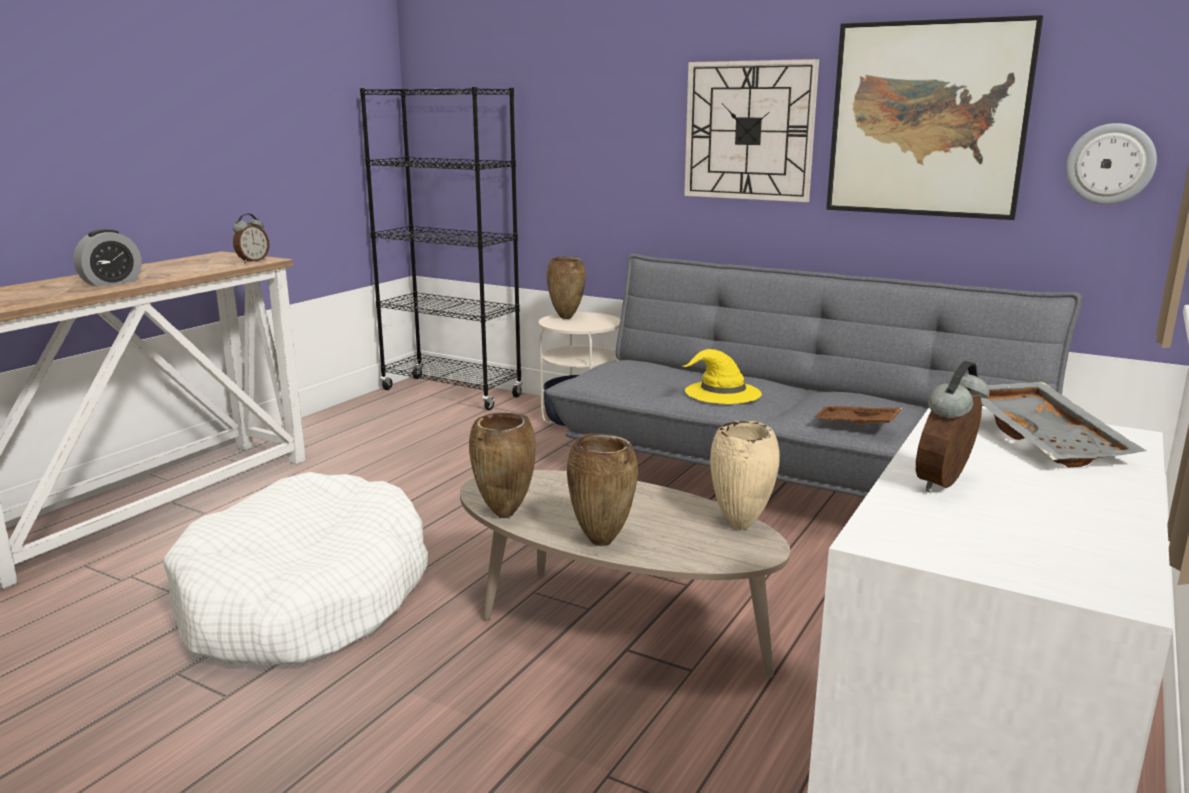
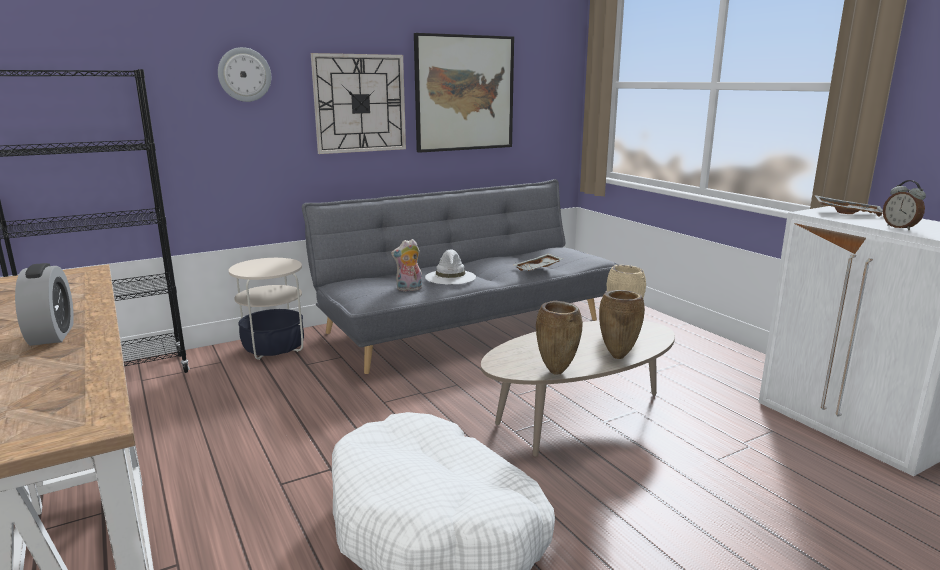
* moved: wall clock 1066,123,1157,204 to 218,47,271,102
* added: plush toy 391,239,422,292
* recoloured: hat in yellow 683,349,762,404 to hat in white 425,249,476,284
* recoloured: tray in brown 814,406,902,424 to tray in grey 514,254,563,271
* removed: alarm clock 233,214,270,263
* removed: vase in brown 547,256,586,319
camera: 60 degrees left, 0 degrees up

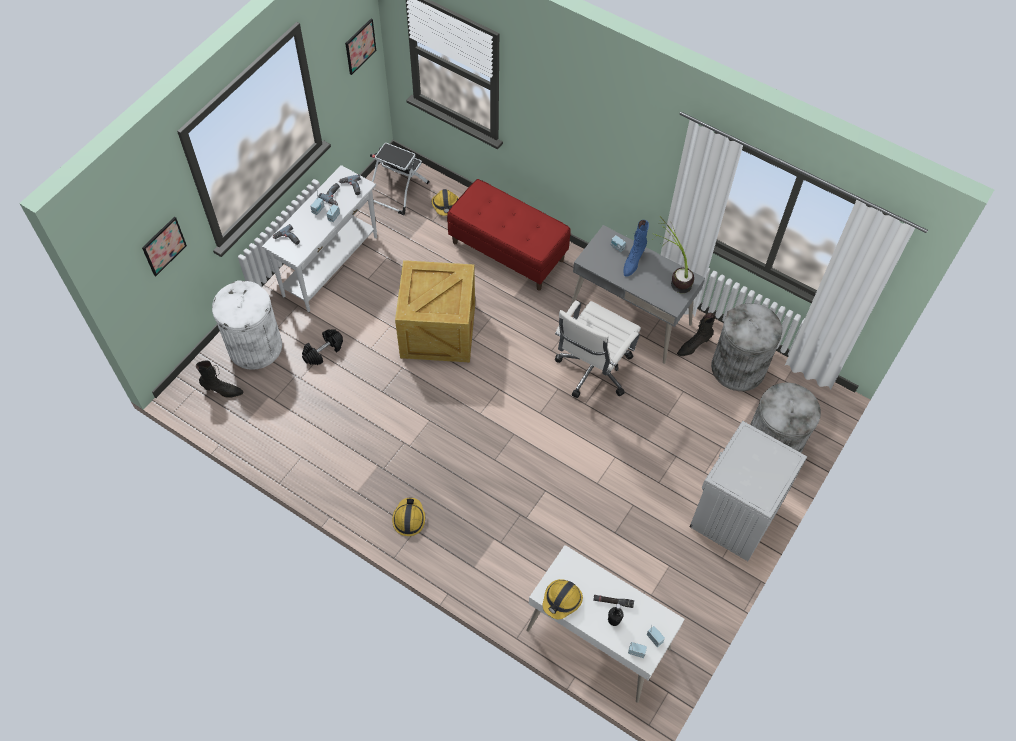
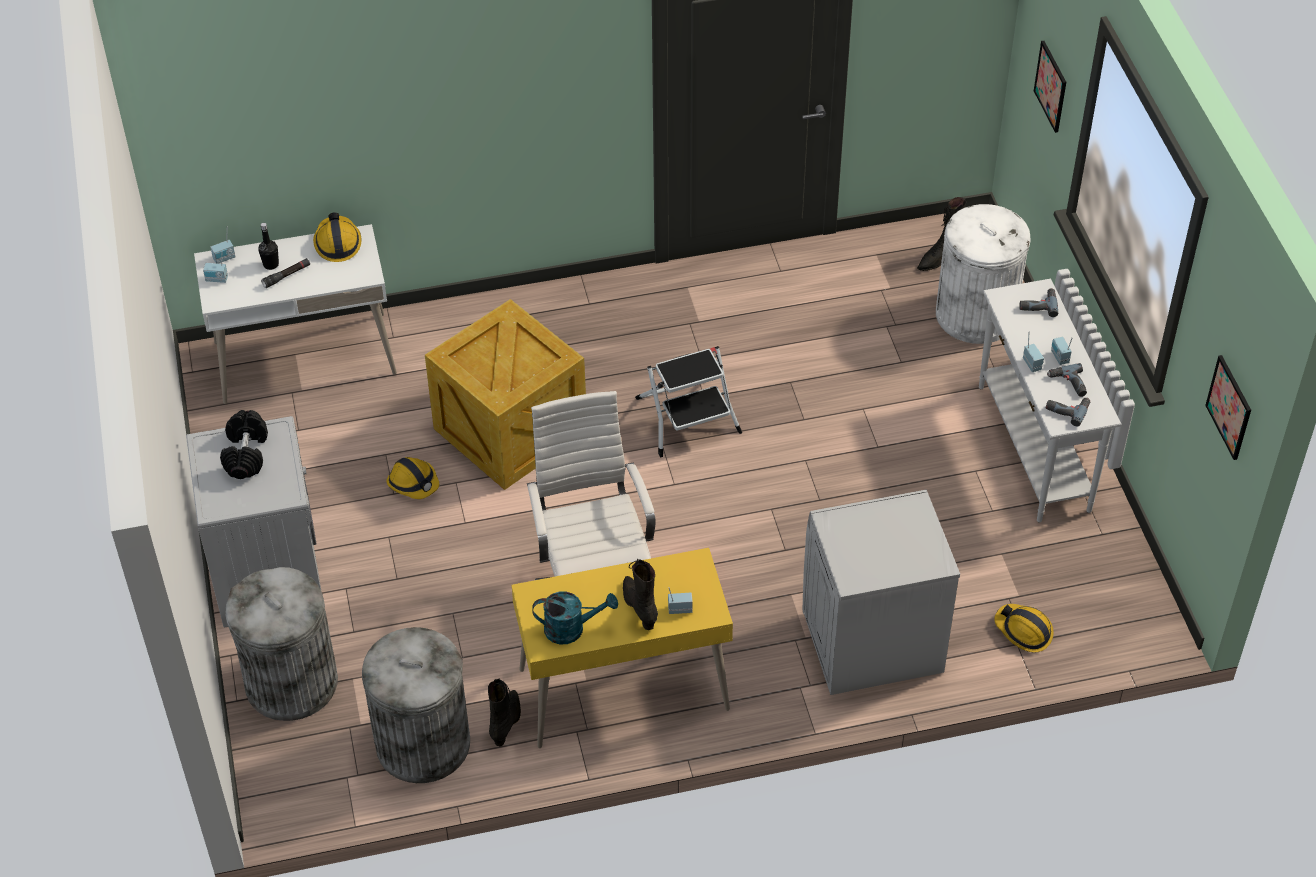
* moved: dumbbell in black 302,329,343,365 to 220,410,268,479
* moved: hard hat 392,498,425,536 to 386,457,439,499
* moved: crate 395,260,475,362 to 425,299,586,490
* recoloured: desk in grey 570,225,705,364 to desk in yellow 511,548,733,748
* replaced: potted plant 654,216,694,293 to watering can in turquoise 532,592,618,644
* recoloured: boot in blue 624,220,649,277 to boot in black 623,559,658,630
* moved: step ladder 370,143,430,215 to 635,346,742,457
* replaced: bench in red 447,179,571,290 to washing machine in white 803,490,960,695
camera: 135 degrees right, 10 degrees down

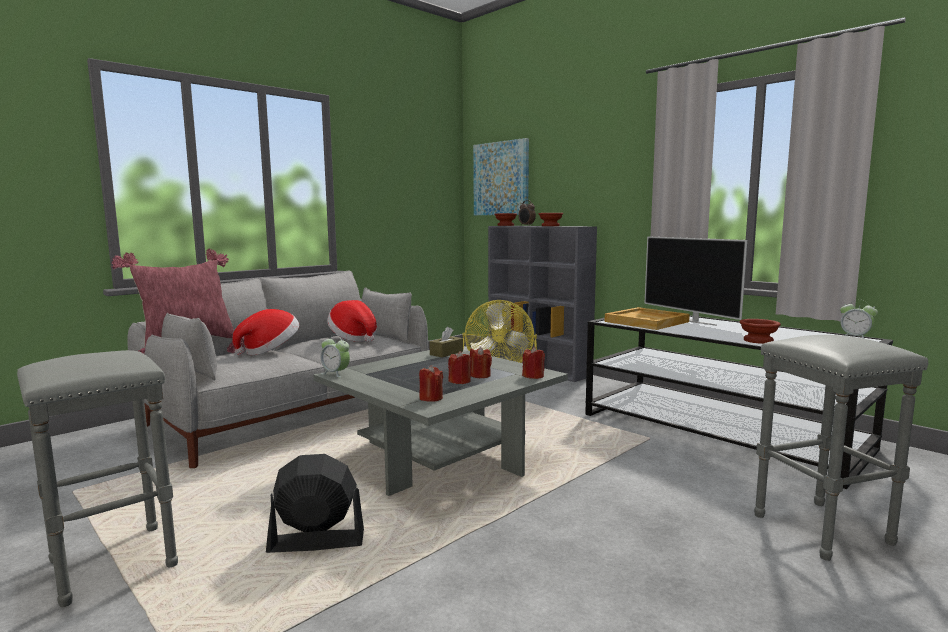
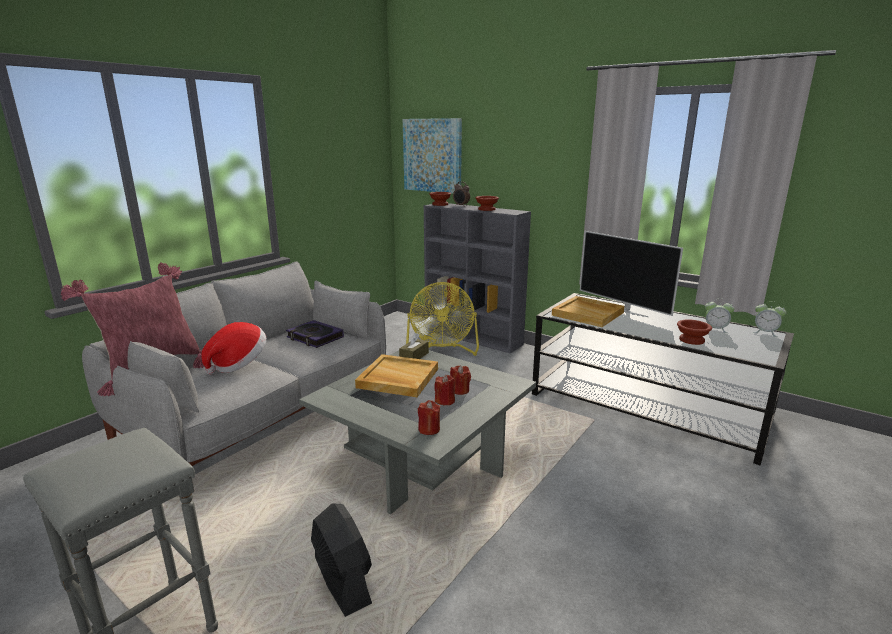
* replaced: hat 327,300,377,342 to book 286,320,344,348
* turned: fan in black 266,454,364,553 = 311,503,372,617 75 degrees clockwise
* added: tray in beige 355,354,438,397
* moved: alarm clock 320,334,350,378 to 705,298,734,333
* removed: candle in red 522,347,545,379
* removed: stool in grey 754,335,928,561
camera: 10 degrees left, 10 degrees up

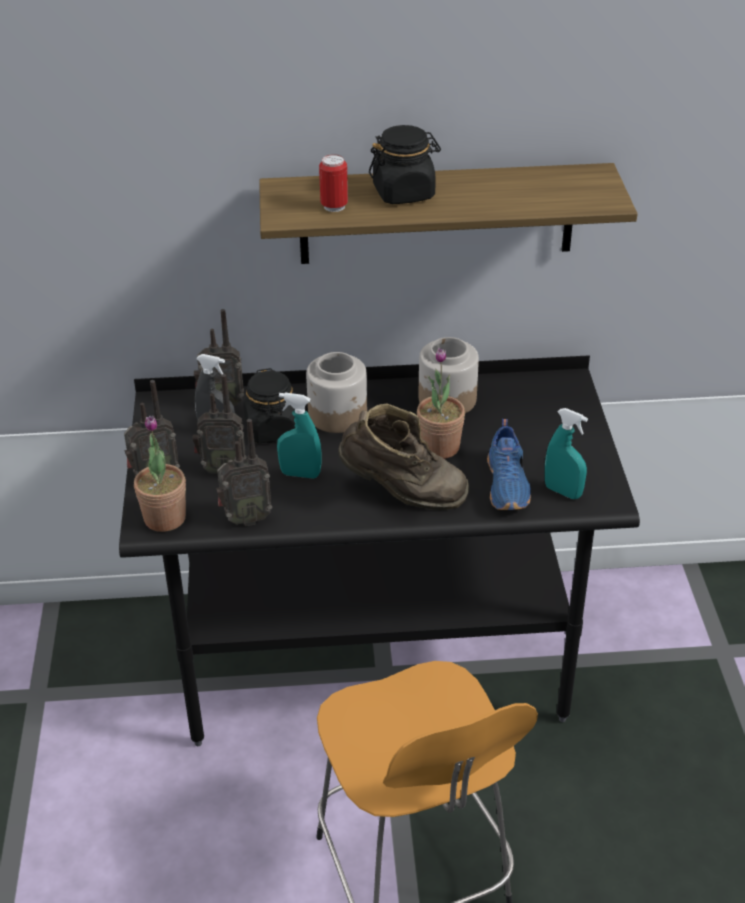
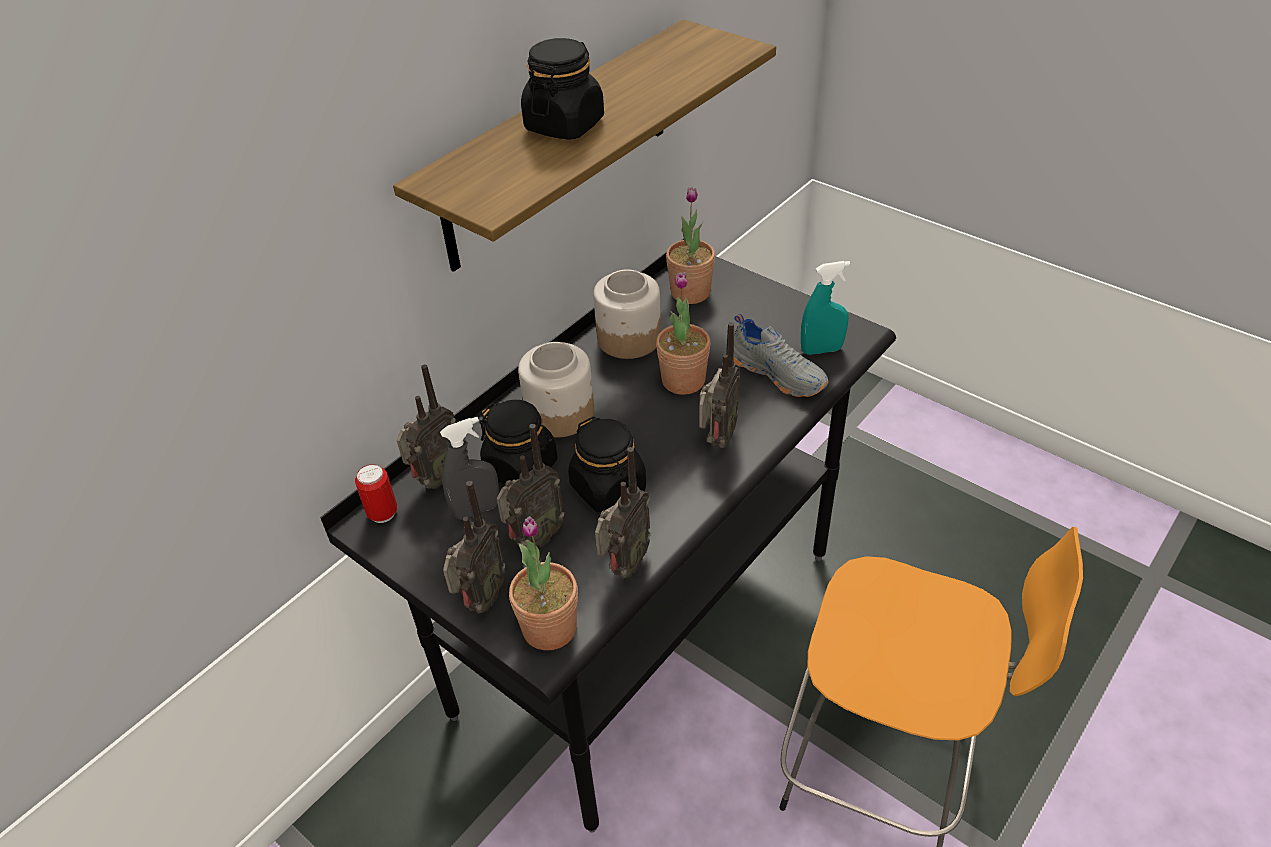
* moved: can 319,154,348,212 to 355,464,397,523
* replaced: spray bottle in turquoise 277,393,321,479 to jar in black 568,417,646,513
* added: potted plant 666,187,715,304
* replaced: boot in brown 338,403,469,510 to radio 699,322,740,448
* recoloured: shoe in blue 487,419,531,510 to shoe in grey 734,314,828,397
camera: 45 degrees left, 5 degrees up

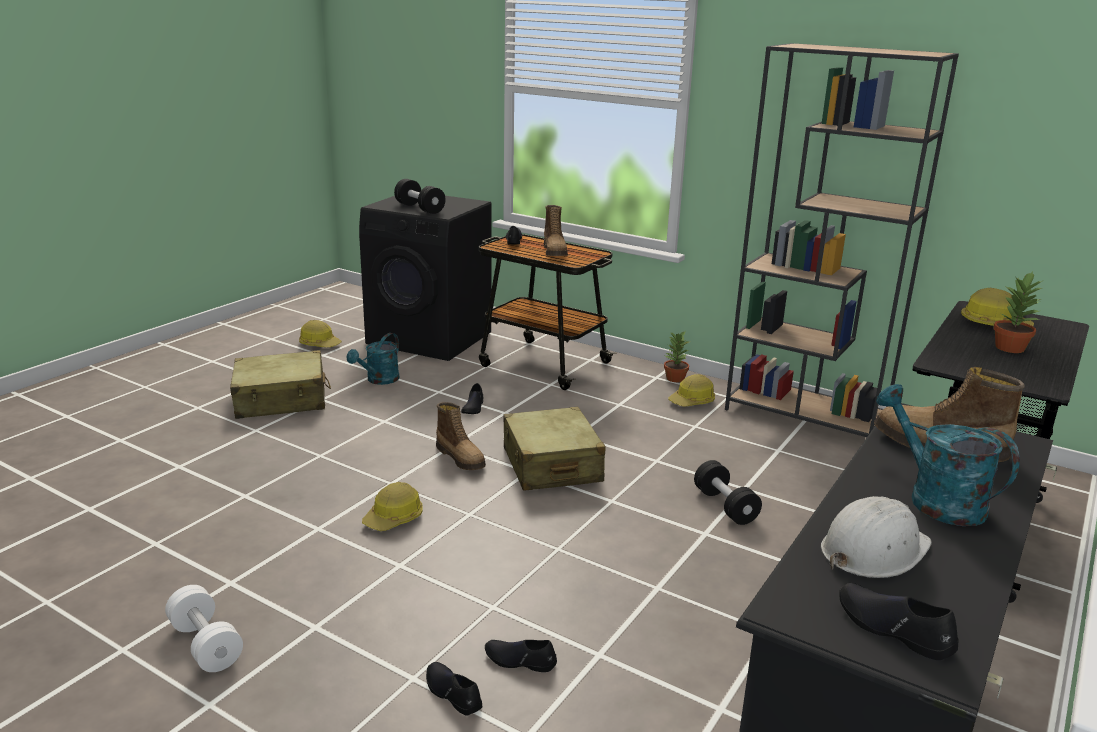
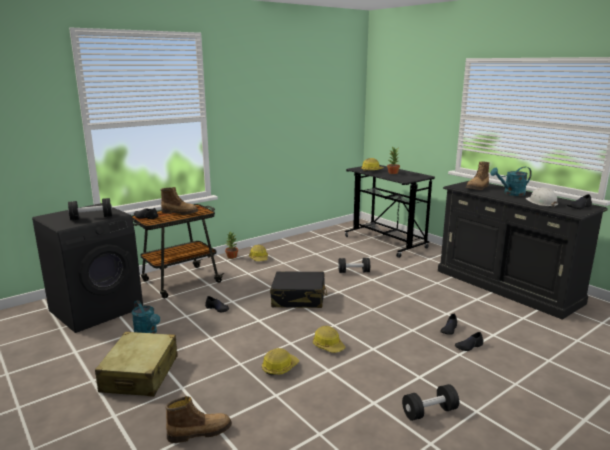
* moved: boot 436,402,486,470 to 165,396,232,443
* moved: hard hat 299,320,342,348 to 262,348,299,375
* recoloured: suitcase in beige 504,407,606,491 to suitcase in black 270,271,327,308
* recoloured: dumbbell in white 165,585,243,672 to dumbbell in black 402,384,459,421
* removed: bookcase 725,43,959,437
camera: 70 degrees left, 5 degrees down

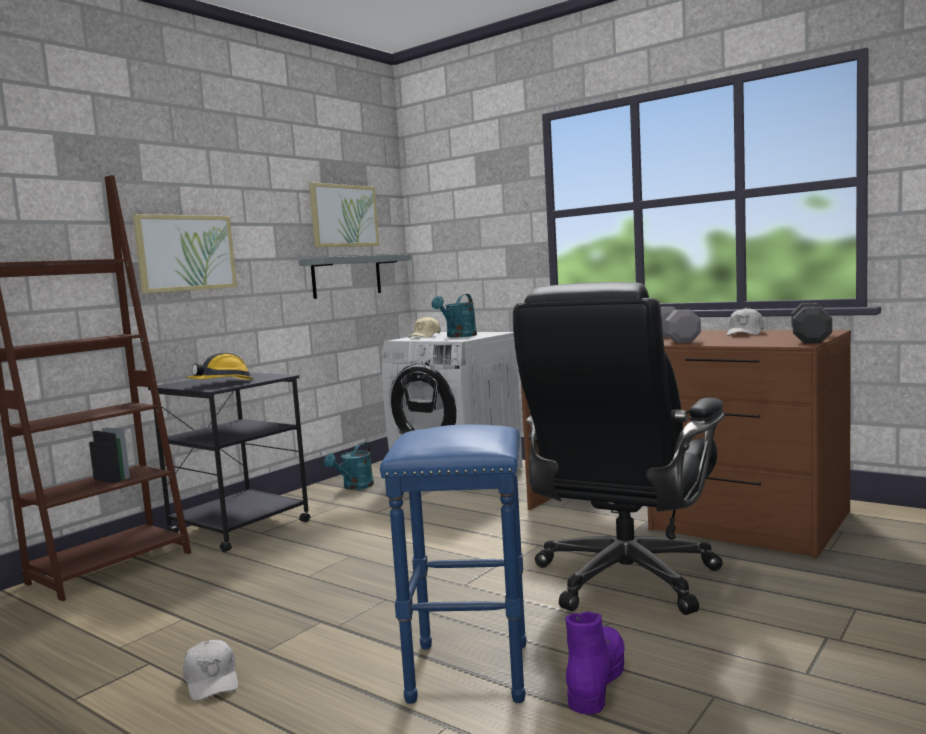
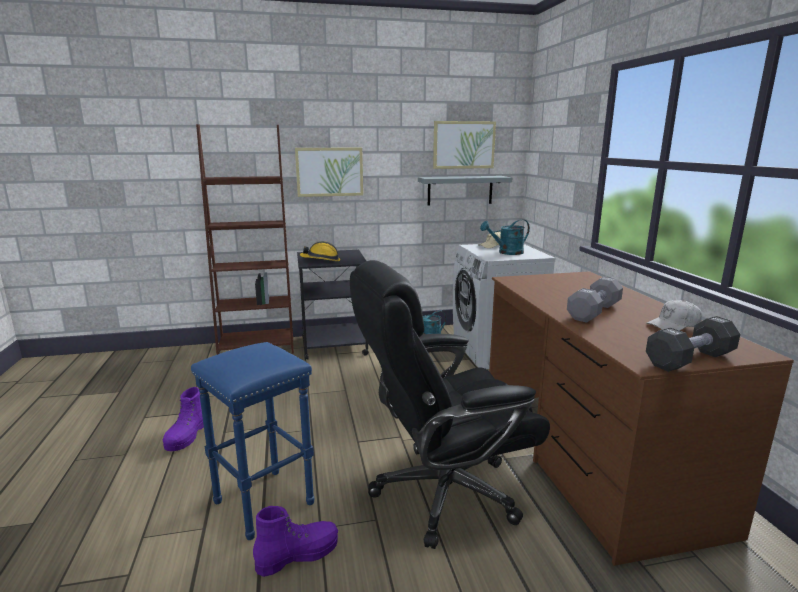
* replaced: cap in white 183,640,238,701 to boot in purple 162,387,204,451
camera: 40 degrees right, 10 degrees up

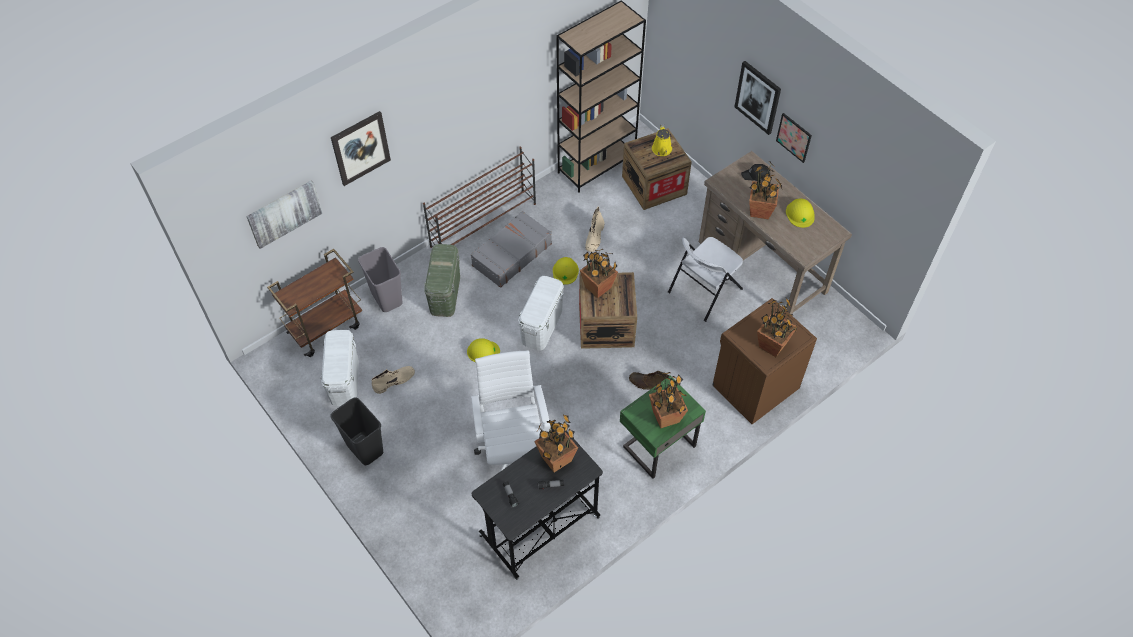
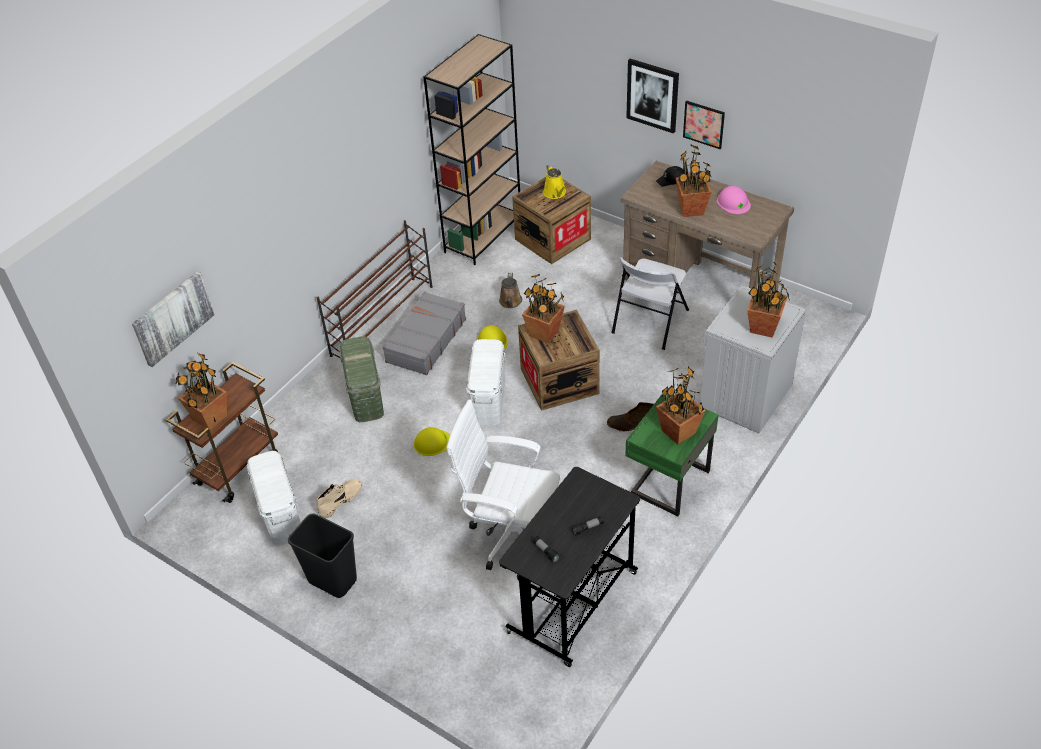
* moved: potted plant 534,414,578,473 to 175,353,227,430
* turned: office chair in white 471,350,550,471 = 446,399,560,570 45 degrees counterclockwise
* replaced: boot in beige 585,207,605,252 to watering can in brown 499,273,522,308
* recoloured: washing machine in brown 712,298,817,424 to washing machine in white 700,285,806,433
* recoloured: hard hat in yellow 786,198,815,228 to hard hat in pink 717,186,751,214
* removed: picture 331,111,391,186
* removed: trash can in grey 358,247,403,312
camera: 15 degrees left, 10 degrees down

